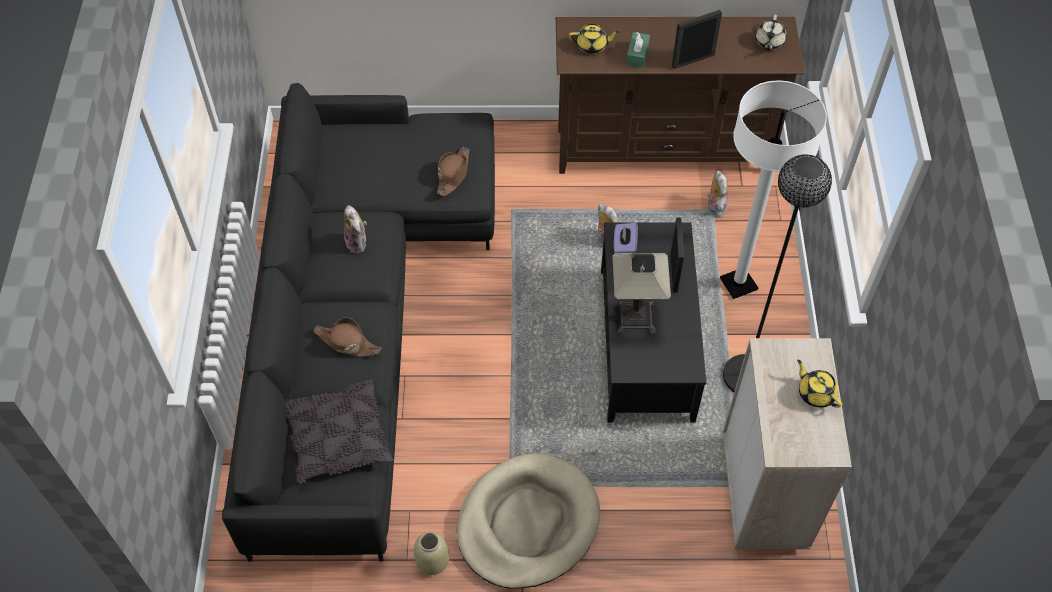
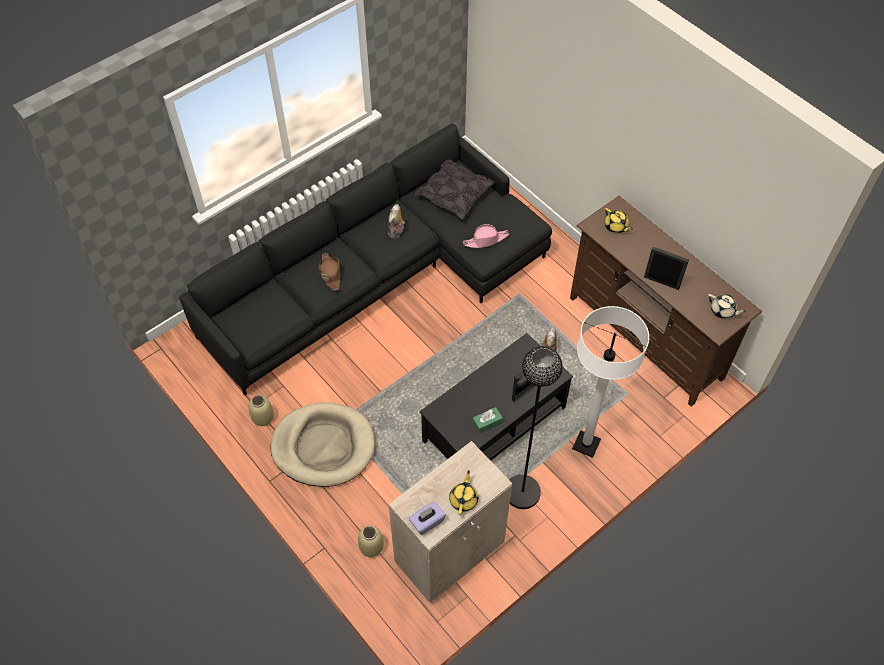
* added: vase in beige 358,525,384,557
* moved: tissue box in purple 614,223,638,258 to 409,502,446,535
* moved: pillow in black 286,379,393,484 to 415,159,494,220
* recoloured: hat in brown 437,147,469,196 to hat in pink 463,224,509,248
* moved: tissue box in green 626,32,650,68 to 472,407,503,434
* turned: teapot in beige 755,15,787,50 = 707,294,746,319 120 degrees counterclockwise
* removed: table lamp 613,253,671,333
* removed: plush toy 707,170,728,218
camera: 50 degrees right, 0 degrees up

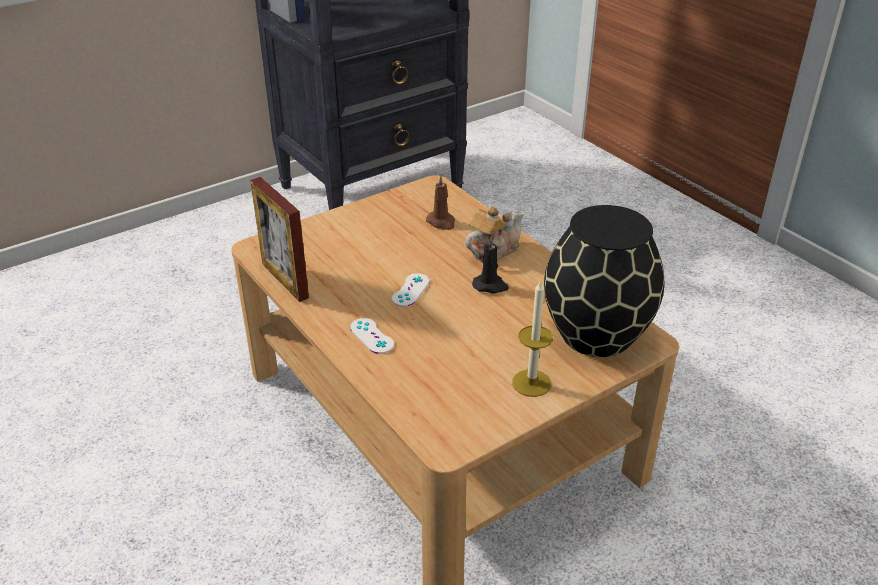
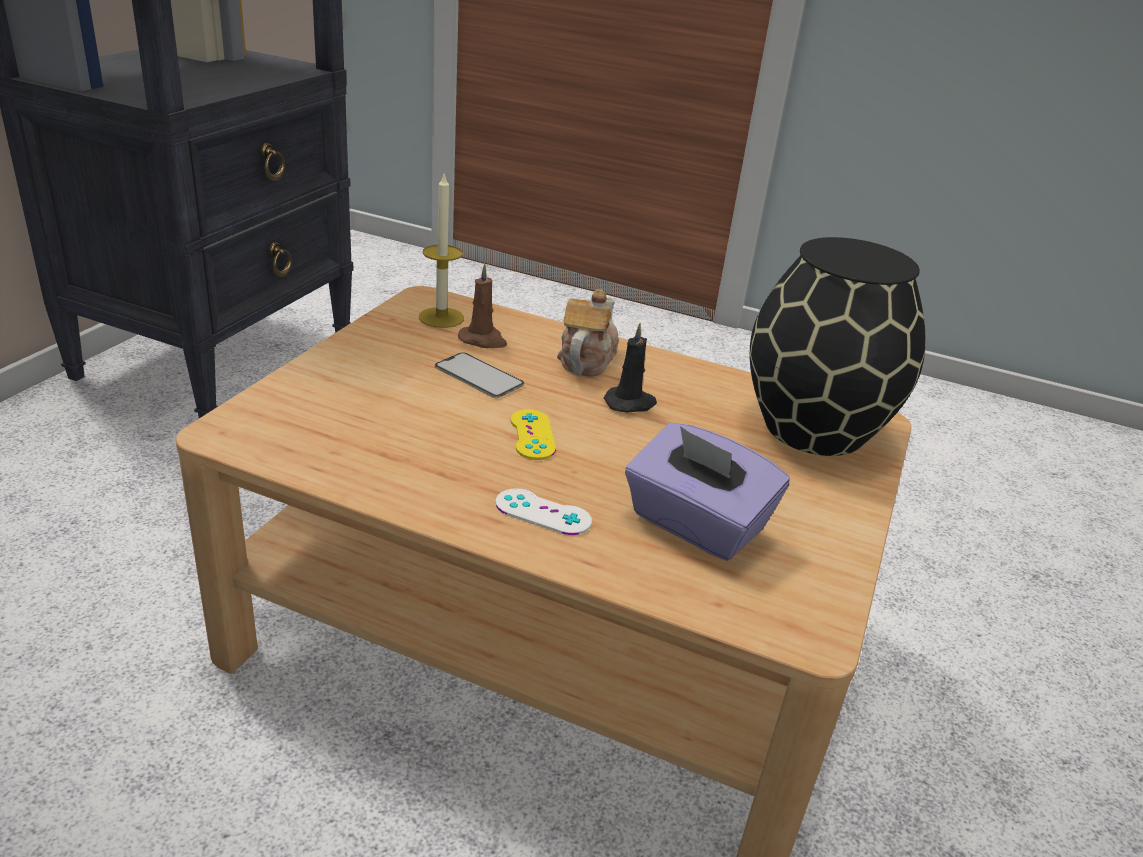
* moved: candle 512,279,553,397 to 419,172,464,328
* added: phone 435,352,524,398
* recoloured: game controller in white 392,273,430,307 to game controller in yellow 510,409,556,460
* added: tissue box in purple 625,423,790,561
* removed: picture frame 250,177,309,302
camera: 35 degrees left, 5 degrees down

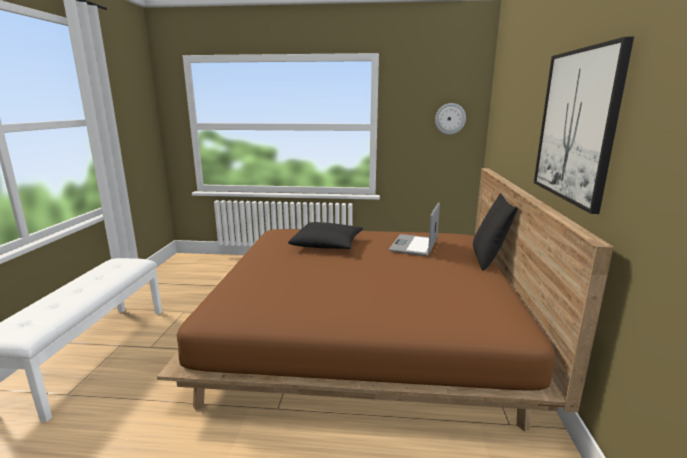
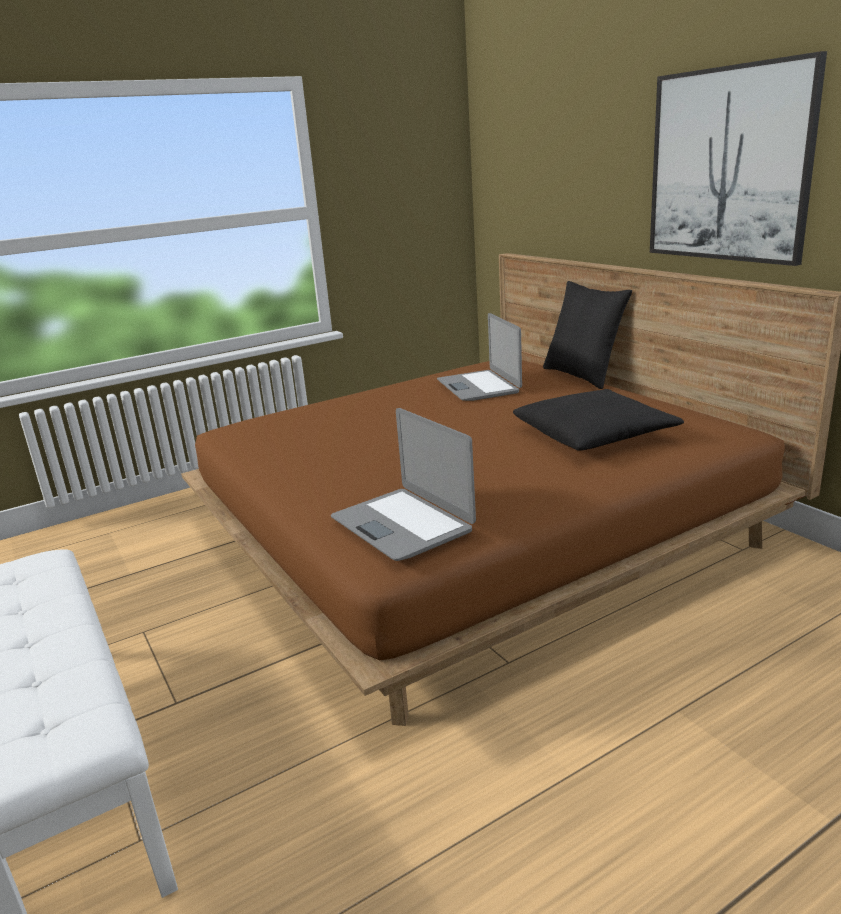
* added: laptop 331,408,476,561
* moved: pillow in black 288,222,363,249 to 513,389,684,451
* removed: wall clock 435,103,466,135
camera: 35 degrees left, 5 degrees up

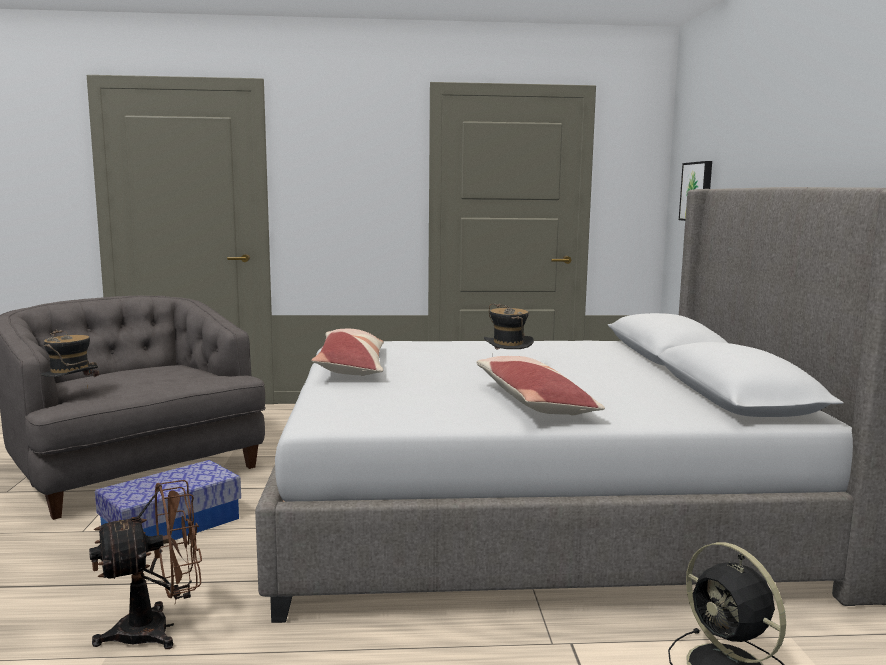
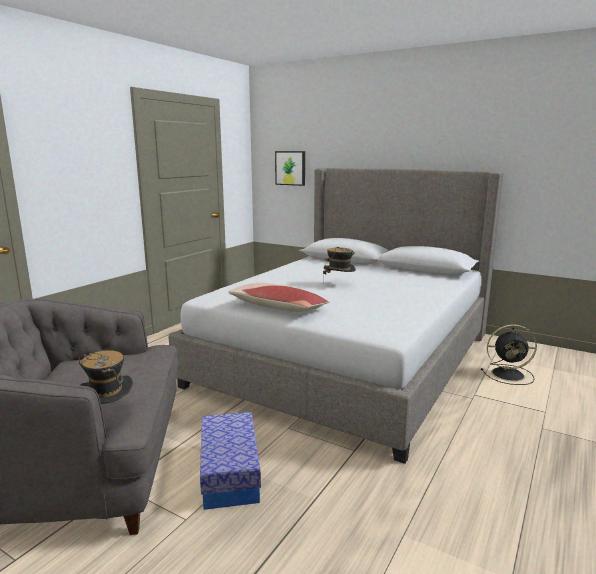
* removed: fan in brown 89,480,202,649
* removed: pillow 477,356,605,415
camera: 55 degrees left, 5 degrees up

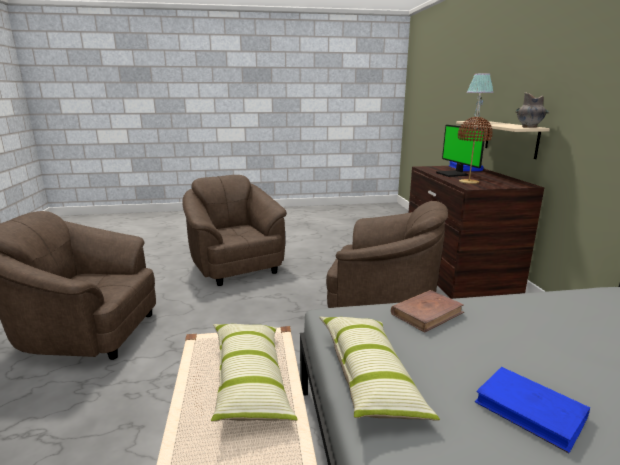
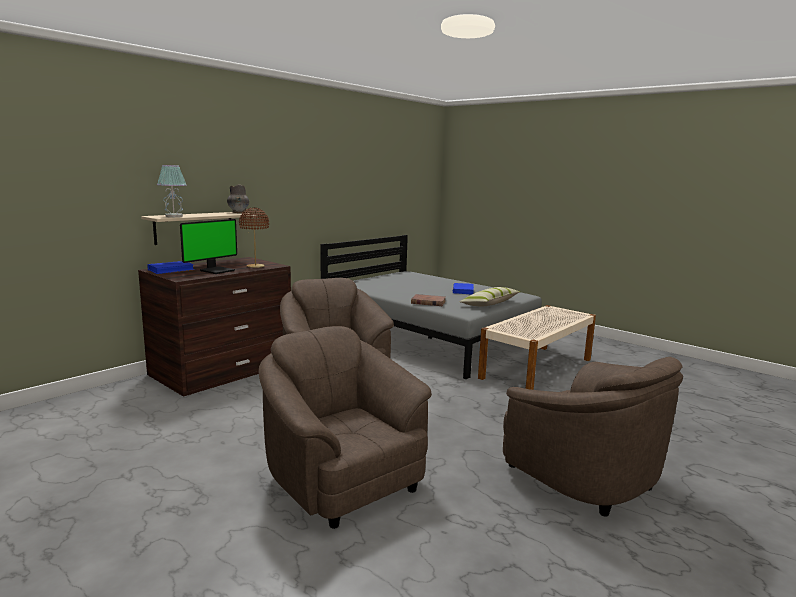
* turned: armchair in brown 182,175,287,286 = 259,326,432,529 120 degrees clockwise
* removed: pillow 211,324,298,422
camera: 130 degrees left, 5 degrees down

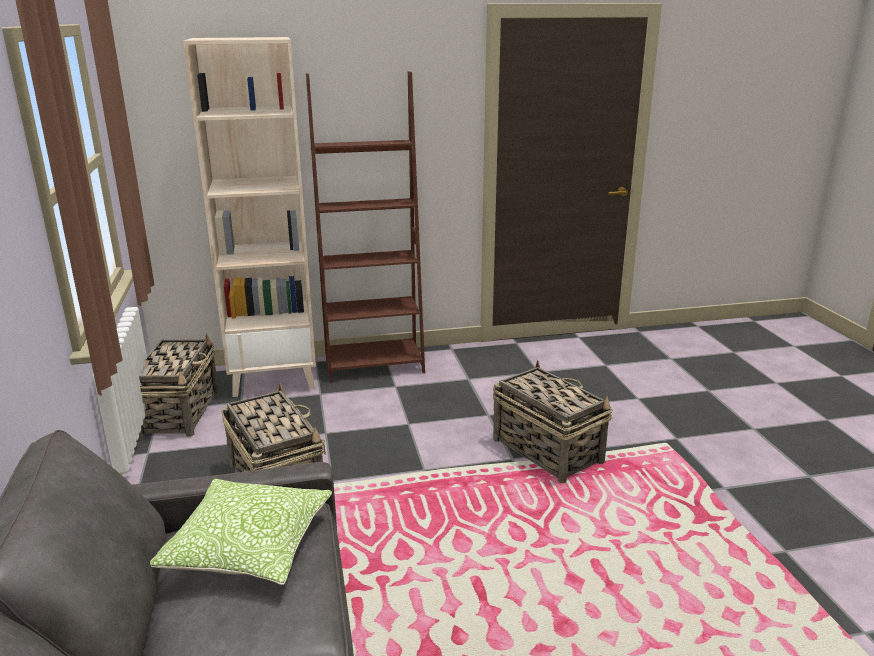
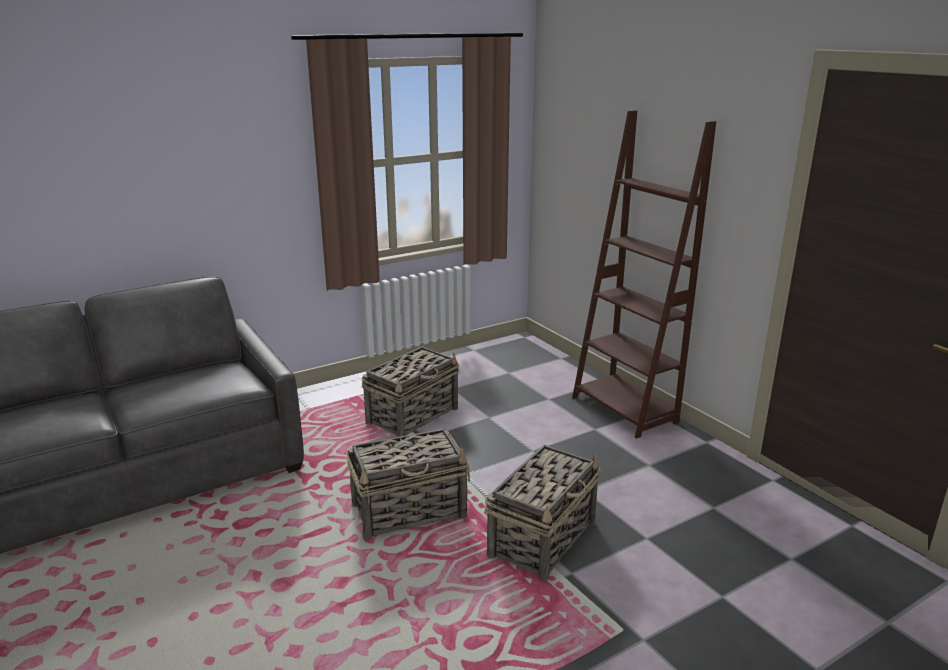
* moved: basket 139,333,219,437 to 347,429,470,540
* removed: pillow 150,479,332,585
* removed: bookcase in beige 183,37,316,397
camera: 70 degrees right, 0 degrees up

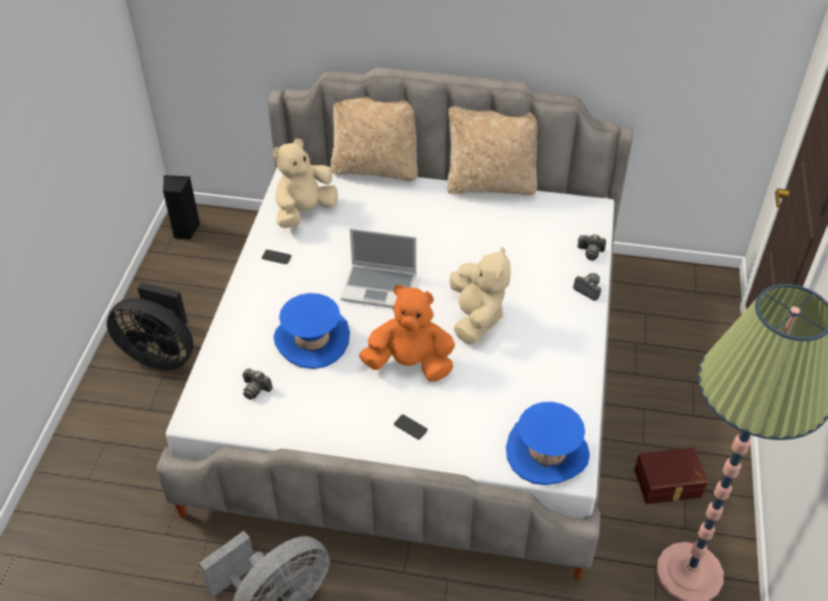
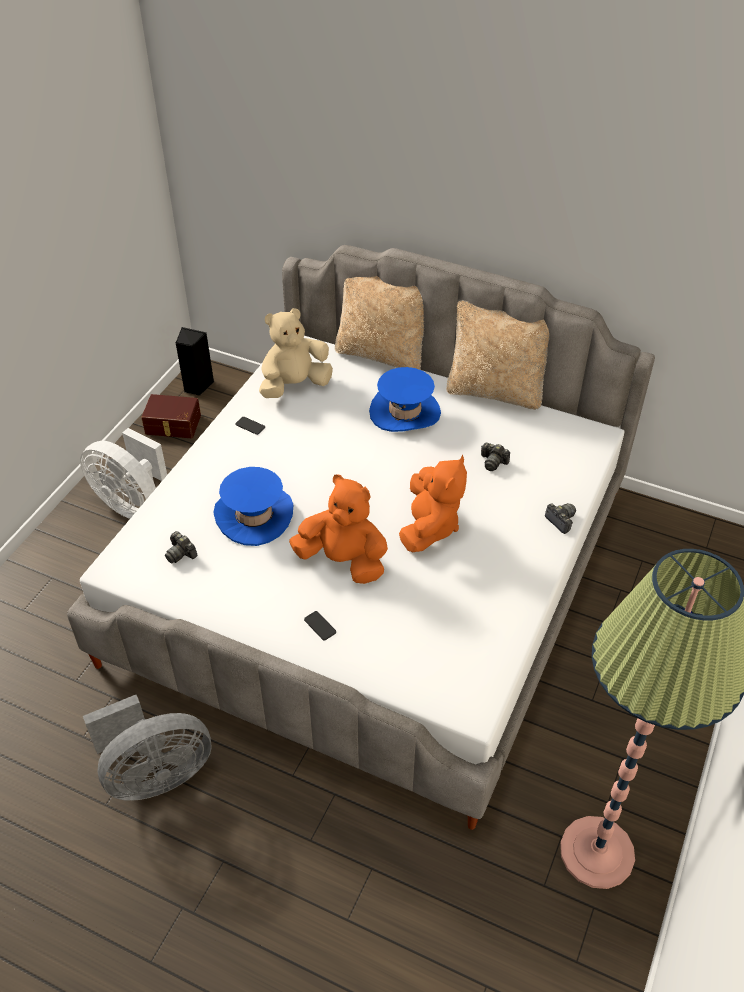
* recoloured: fan in black 107,282,194,370 to fan in white 80,428,167,519
* moved: storage box in brown 634,447,708,504 to 141,394,201,438
* moved: hat in blue 506,402,590,485 to 369,367,441,432
* recoloured: plush toy in beige 450,246,511,344 to plush toy in orange 399,455,467,552
* moved: photo camera 578,234,606,260 to 481,442,510,471
* removed: laptop 341,228,416,308
camera: 15 degrees right, 0 degrees up

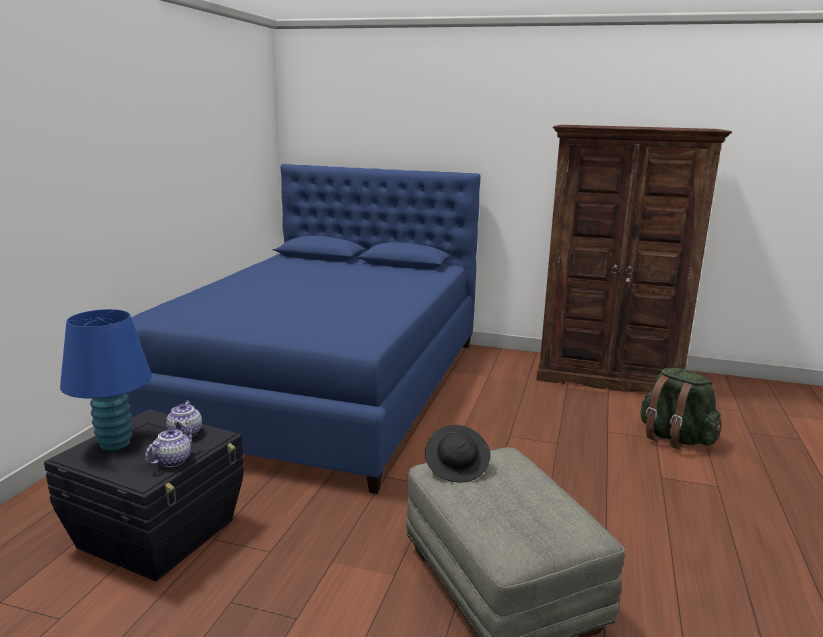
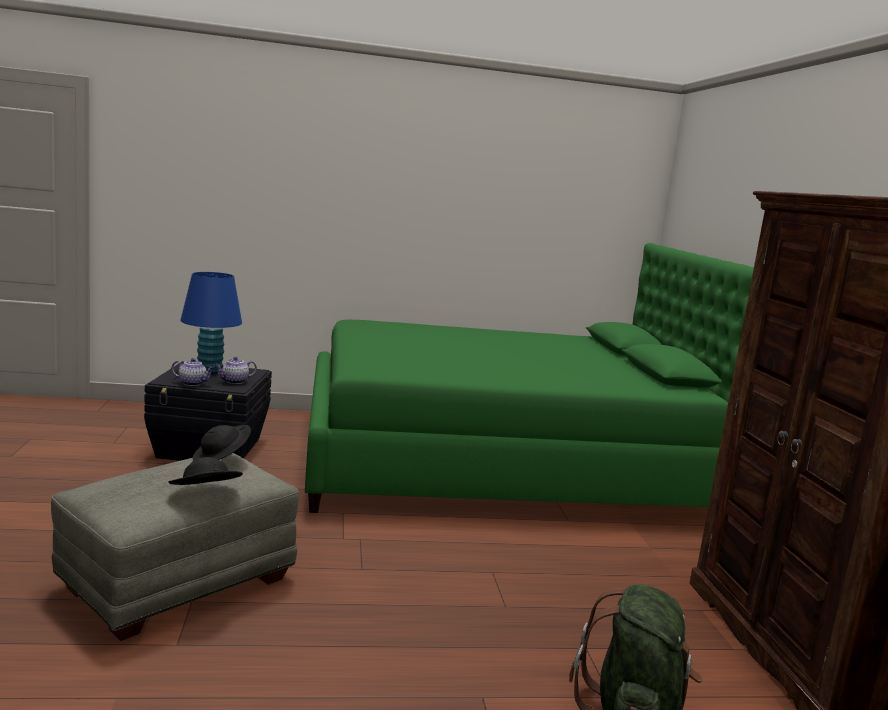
* added: hat in black 168,457,243,485
* recoloured: bed in blue 126,164,480,494 to bed in green 305,243,754,513
camera: 65 degrees right, 5 degrees down

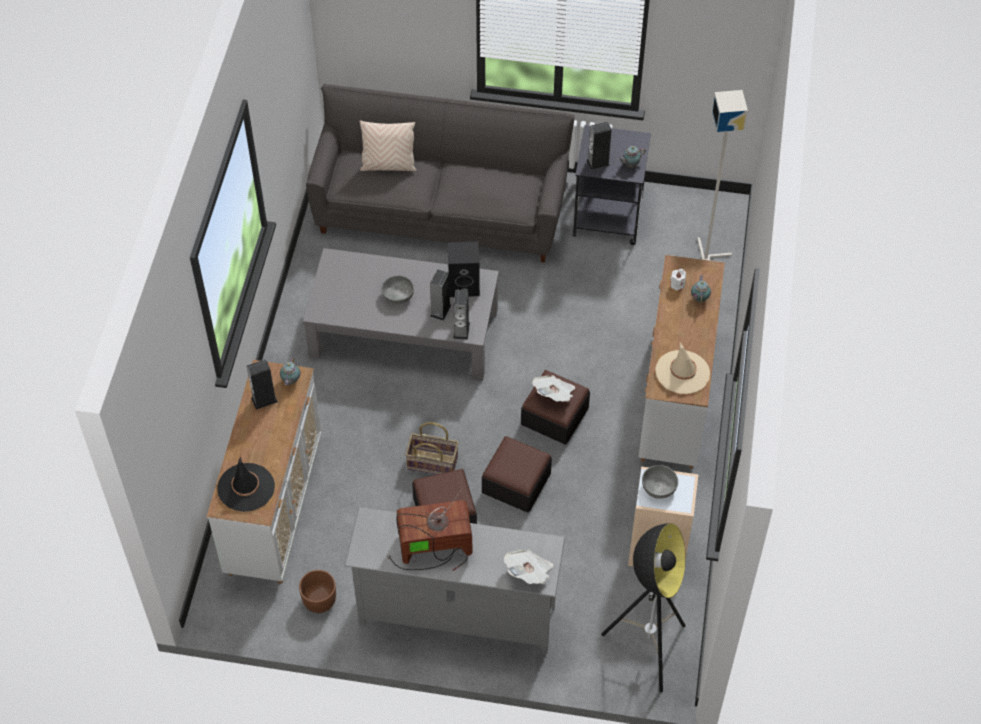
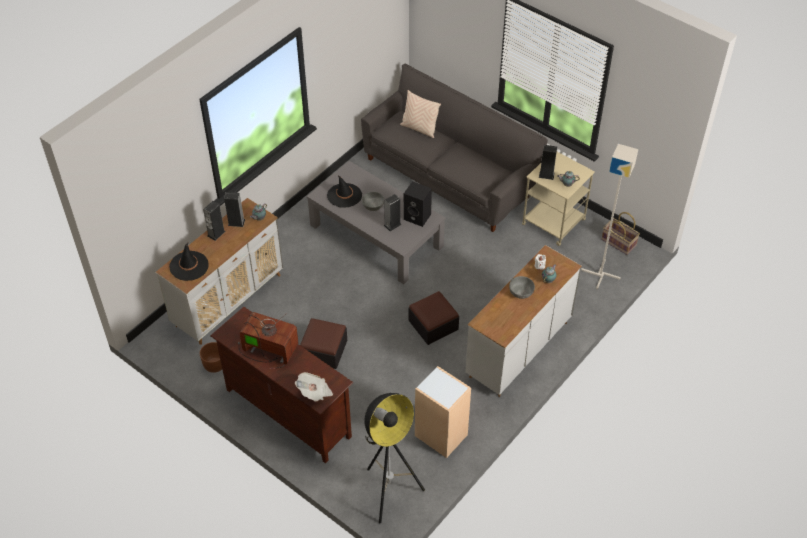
* moved: speaker 453,290,470,340 to 203,201,225,241
* recoloured: tv stand in grey 345,507,565,654 to tv stand in brown 210,307,354,463
* added: hat in black 327,175,362,208
* moved: bowl in grey 642,465,678,499 to 509,276,535,299
* recoloured: cart in black 573,125,651,245 to cart in beige 522,152,595,246
* moved: basket 405,422,458,475 to 601,212,640,255
* removed: ottoman 482,436,552,513
* removed: newspaper 532,375,575,402
* removed: hat in beige 655,342,710,394
camera: 30 degrees right, 5 degrees down

